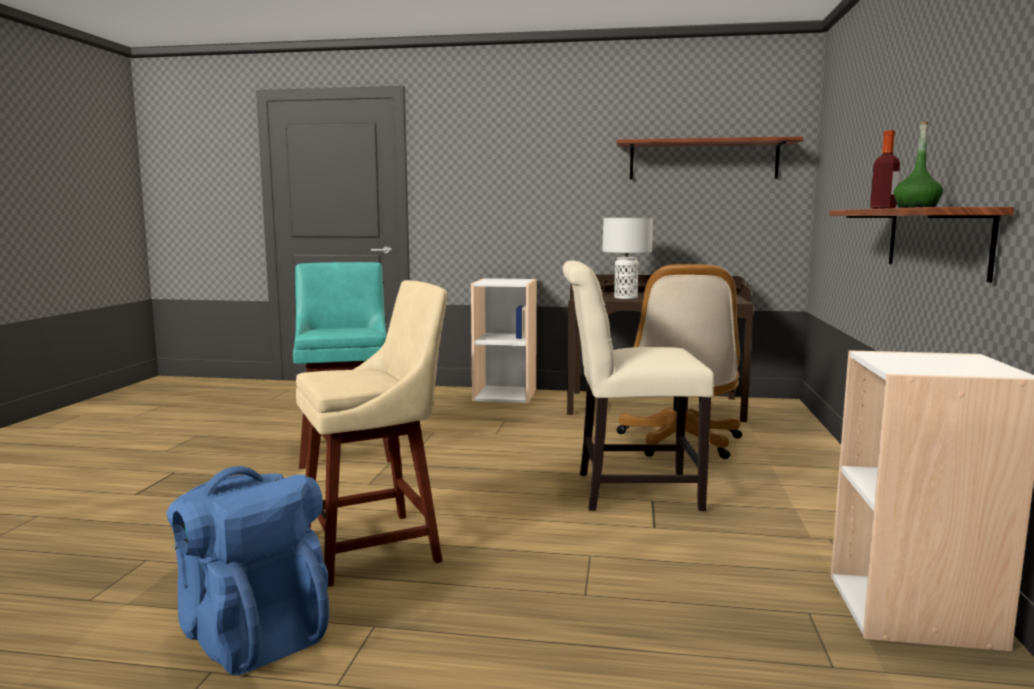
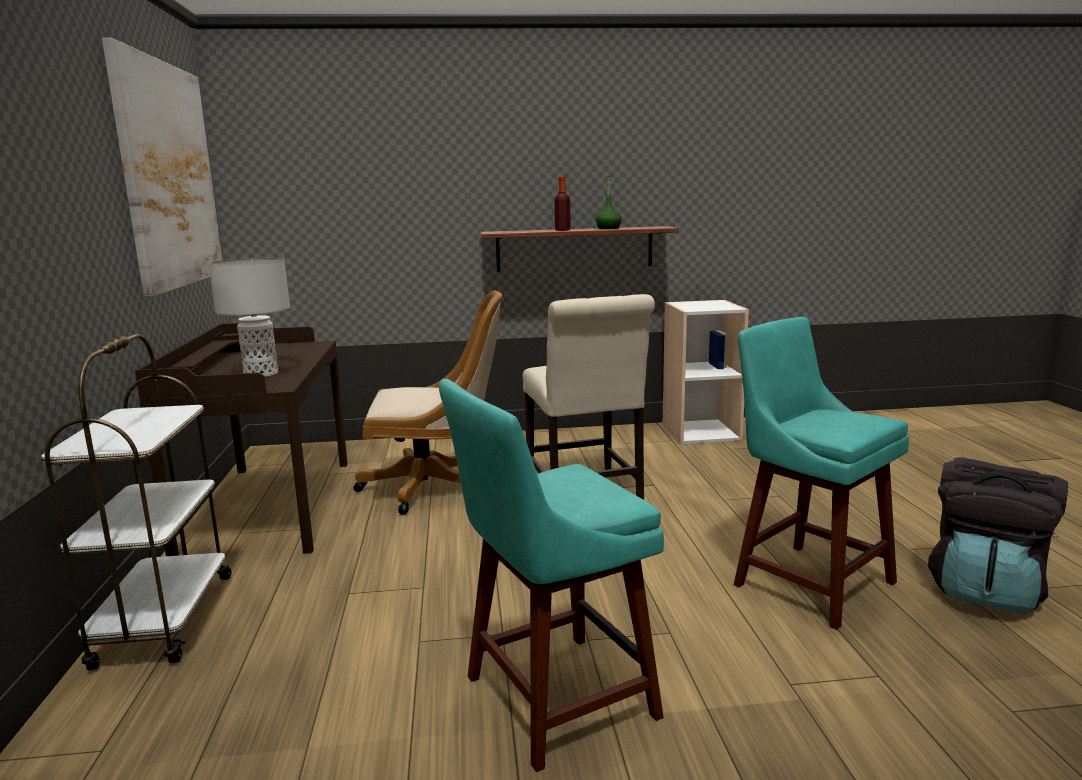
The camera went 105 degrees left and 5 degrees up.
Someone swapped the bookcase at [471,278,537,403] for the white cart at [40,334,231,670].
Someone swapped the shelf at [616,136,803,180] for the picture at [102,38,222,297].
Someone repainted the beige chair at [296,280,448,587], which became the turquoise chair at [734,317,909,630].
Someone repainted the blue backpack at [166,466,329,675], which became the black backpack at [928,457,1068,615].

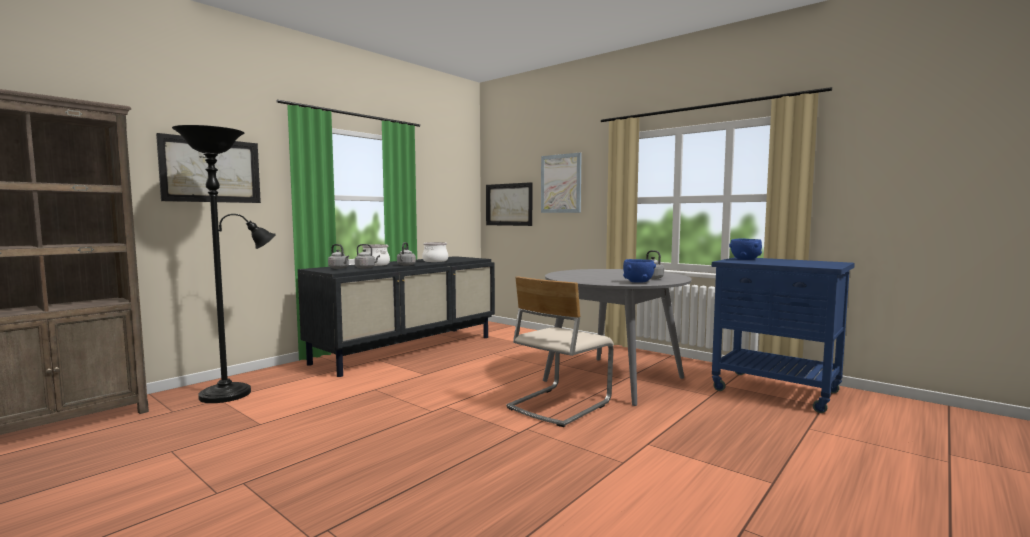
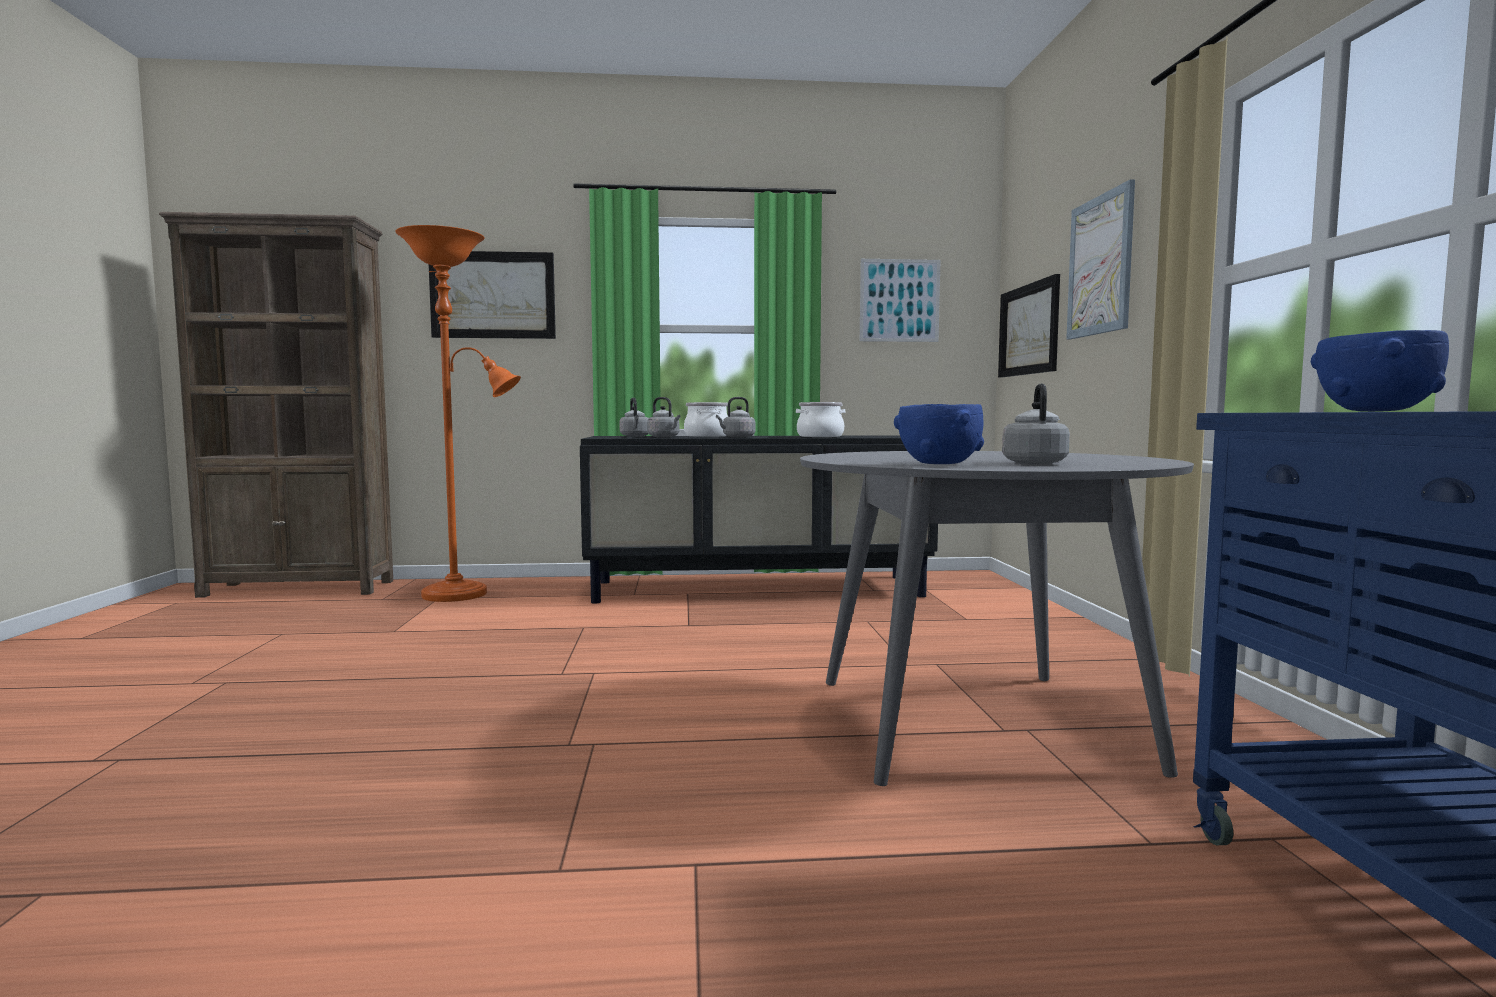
The camera went 45 degrees right and 0 degrees up.
Someone repainted the black floor lamp at [172,125,276,403], which became the orange floor lamp at [395,225,521,602].
Someone put up the picture at [860,259,940,342].
Someone took away the beige chair at [507,276,614,427].

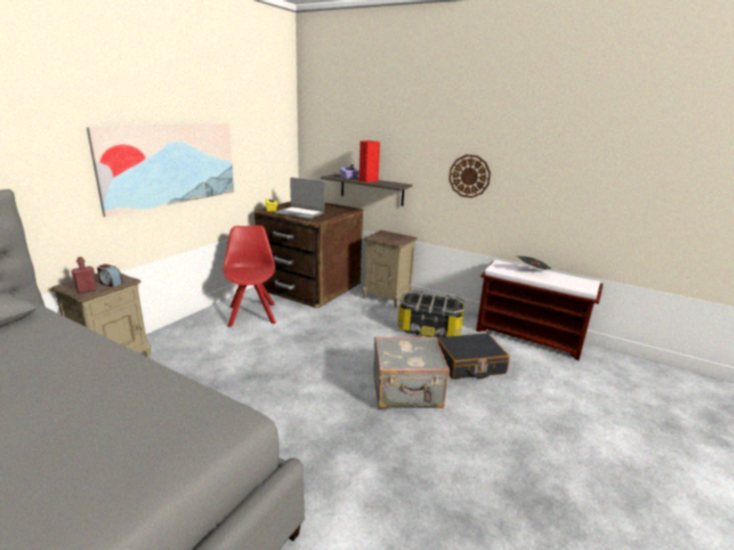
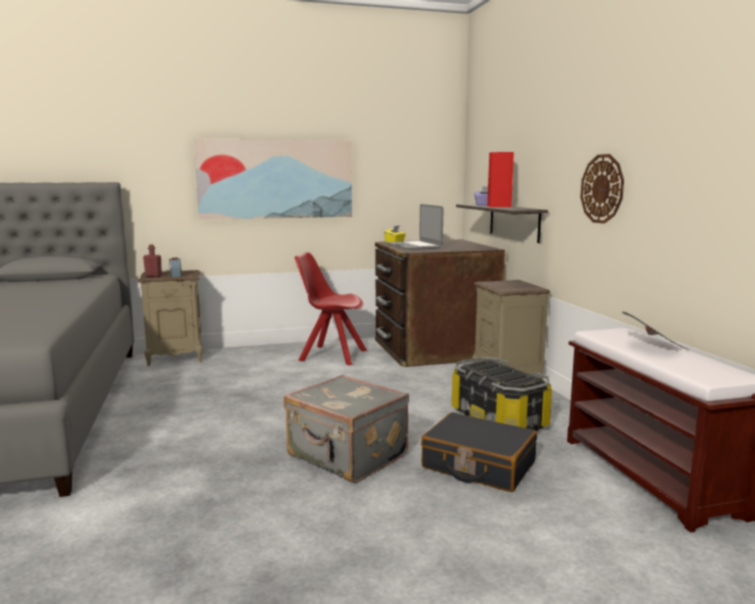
The camera went 45 degrees right and 10 degrees down.
Someone rotated the red chair at [223,225,276,327] by 105 degrees counterclockwise.

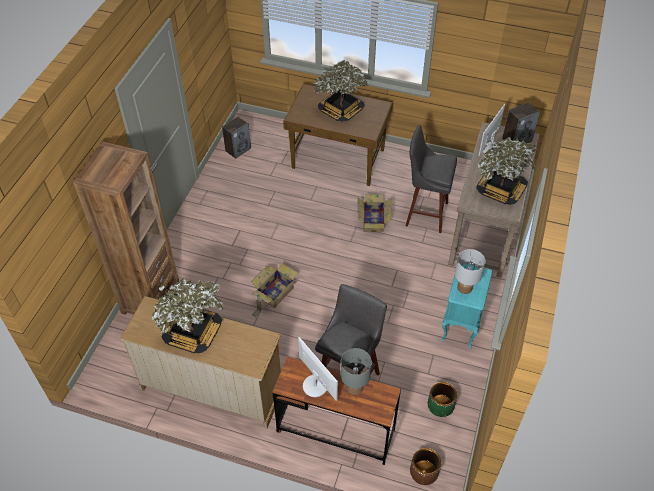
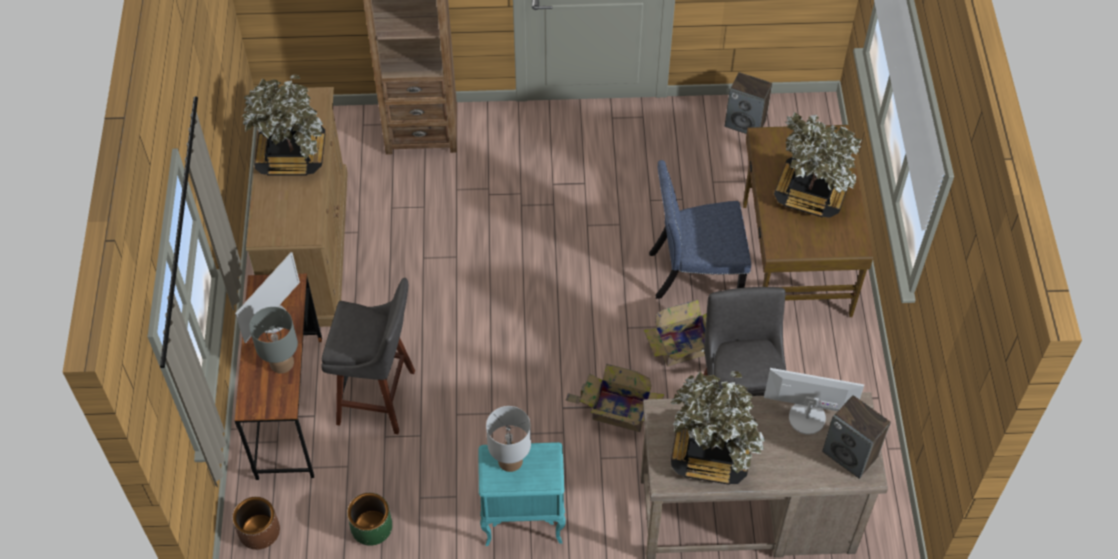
The camera went 70 degrees right and 5 degrees up.
Someone carried the cardboard box from [251,263,298,317] to [565,364,664,432].
Someone put down the blue chair at [649,160,751,299].

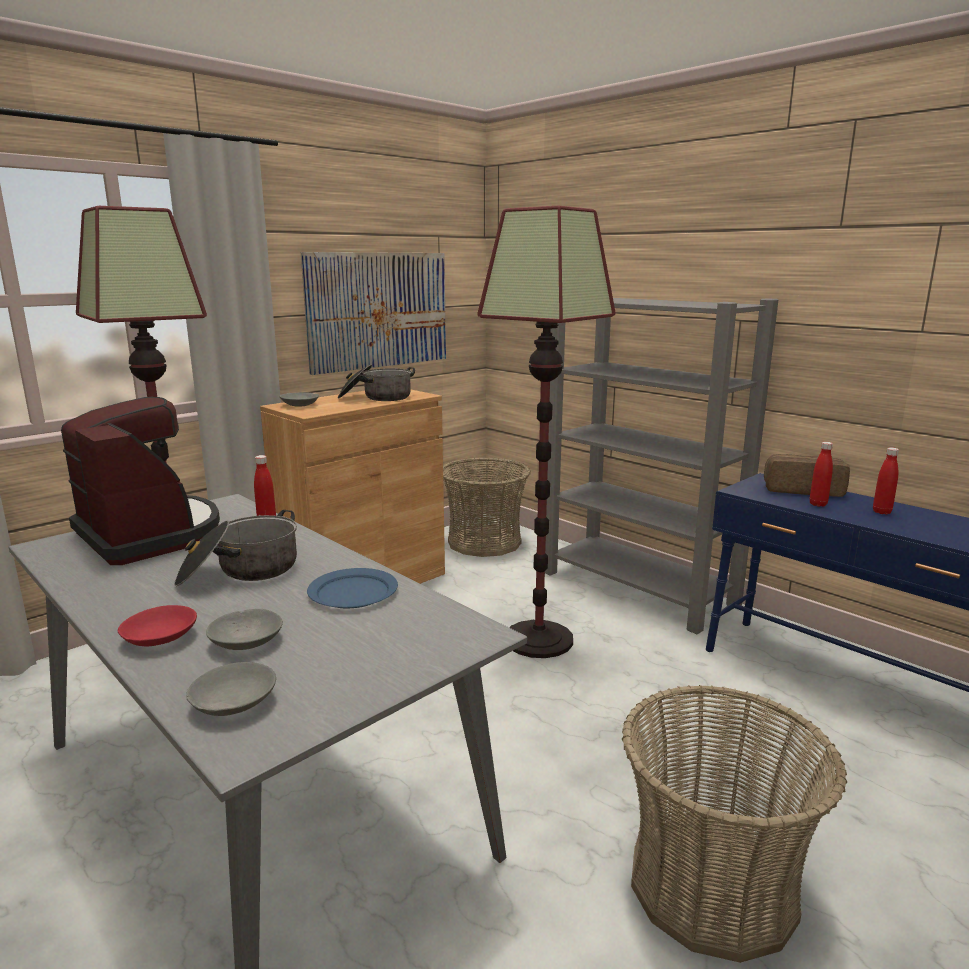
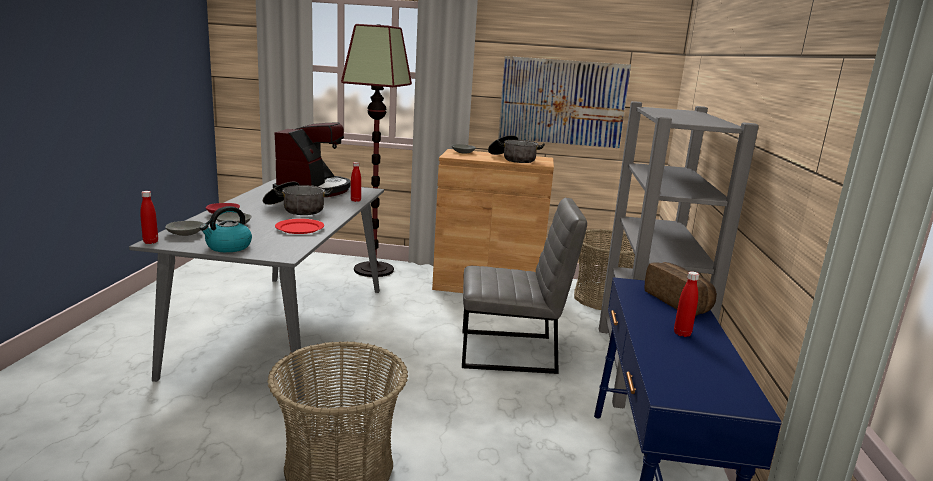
The camera went 50 degrees right and 0 degrees up.
Someone carried the red bottle from [810,442,833,507] to [140,191,158,244].
Someone put down the kettle at [199,206,252,252].
Someone repainted the blue plate at [307,568,398,608], which became the red plate at [275,219,324,234].
Someone swapped the floor lamp at [477,206,616,658] for the grey chair at [462,198,587,374].

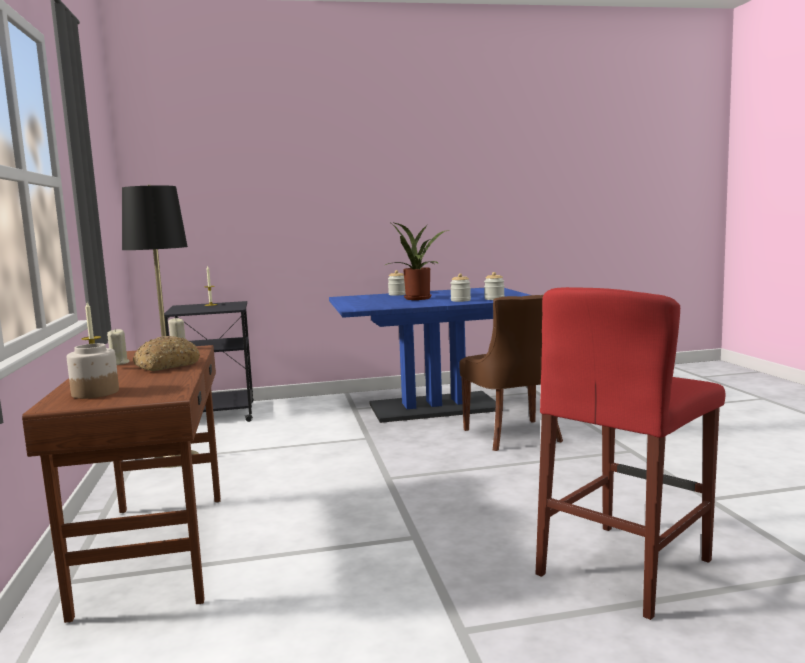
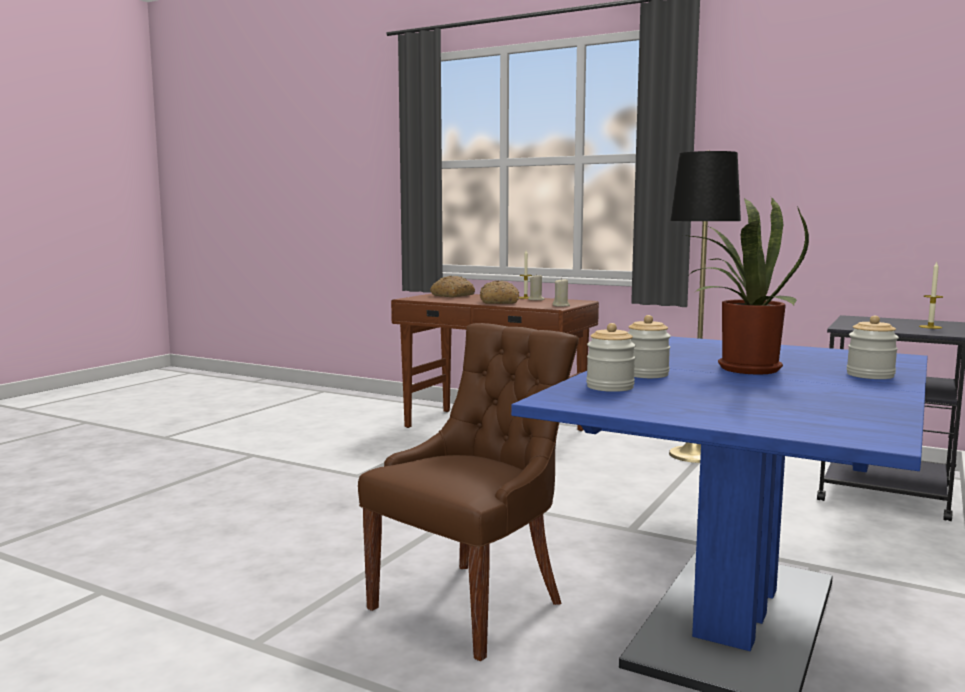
The camera went 130 degrees right and 0 degrees up.
Someone rotated the brown chair at [459,295,563,451] by 105 degrees clockwise.
Someone swapped the jar at [67,343,119,399] for the bread at [430,276,475,297].
Someone took away the red stool at [535,287,725,620].

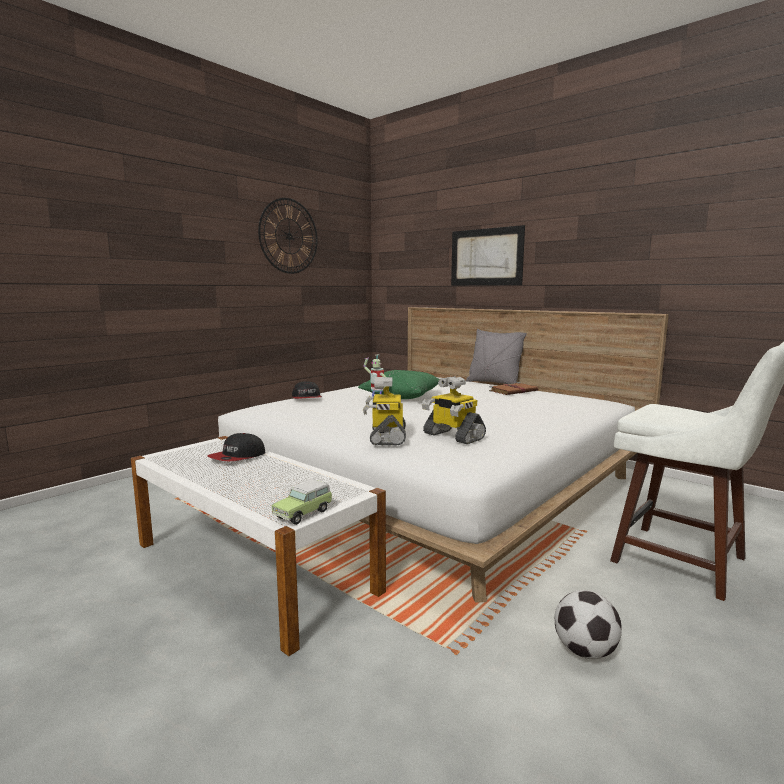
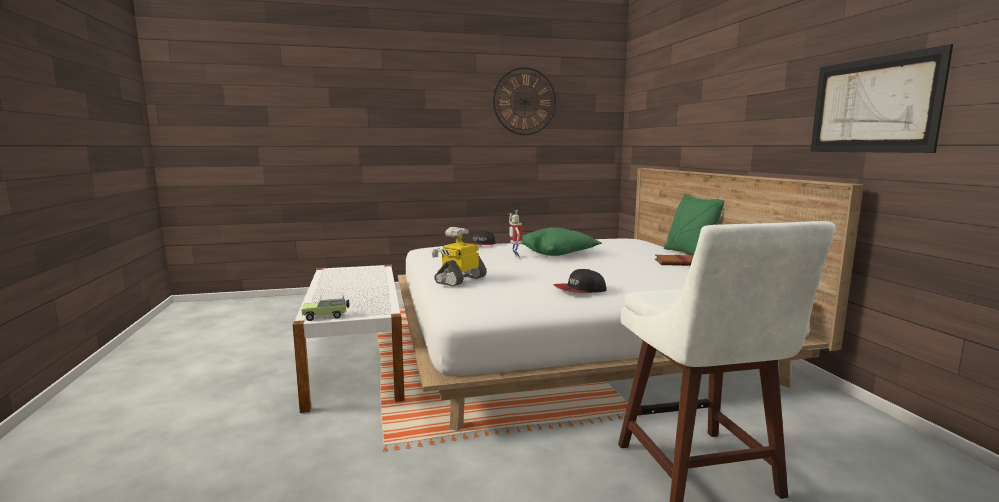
The camera went 35 degrees right and 0 degrees up.
Someone carried the cap from [207,433,266,461] to [554,269,607,293].
Someone repainted the grey pillow at [466,329,527,384], which became the green pillow at [664,193,725,255].
Someone carried the picture from [451,225,525,286] to [810,44,953,153].
Someone took away the toy robot at [422,376,486,444].
Someone took away the football at [554,590,622,659].

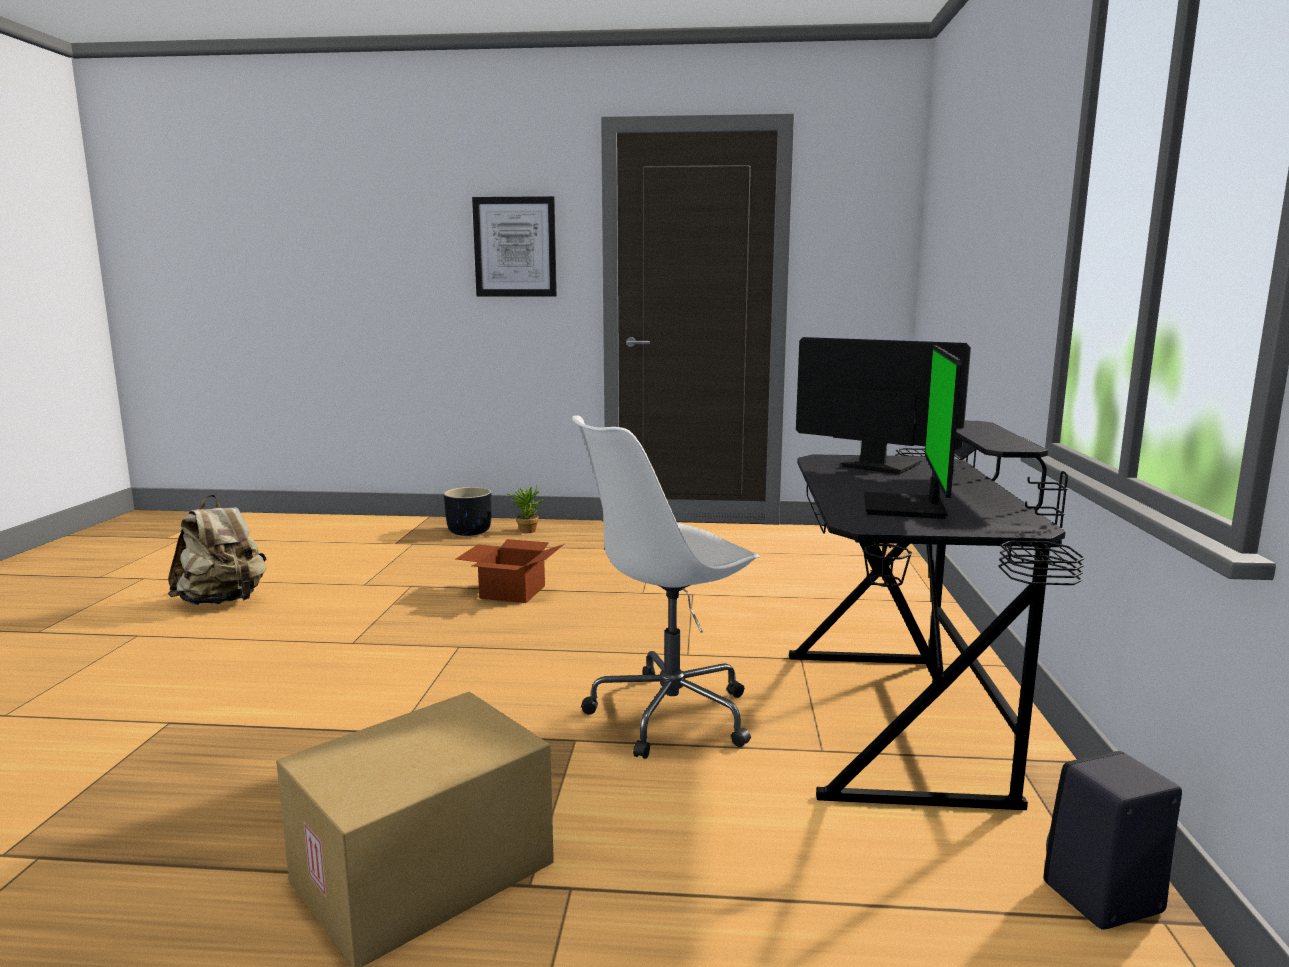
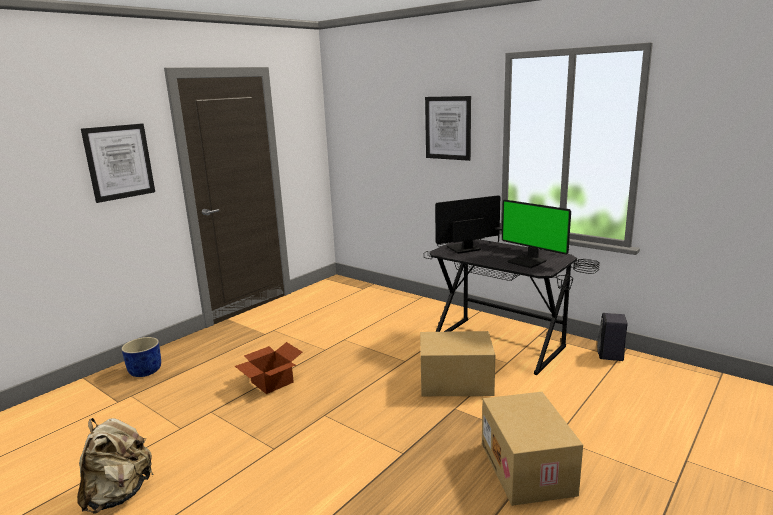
The camera went 55 degrees left and 5 degrees up.
Someone repainted the black planter at [444,487,492,536], which became the blue planter at [121,337,161,377].
Someone swapped the white office chair at [572,415,760,759] for the cardboard box at [420,331,495,396].
Someone put up the picture at [425,96,471,161].
Someone took away the potted plant at [507,485,543,533].

